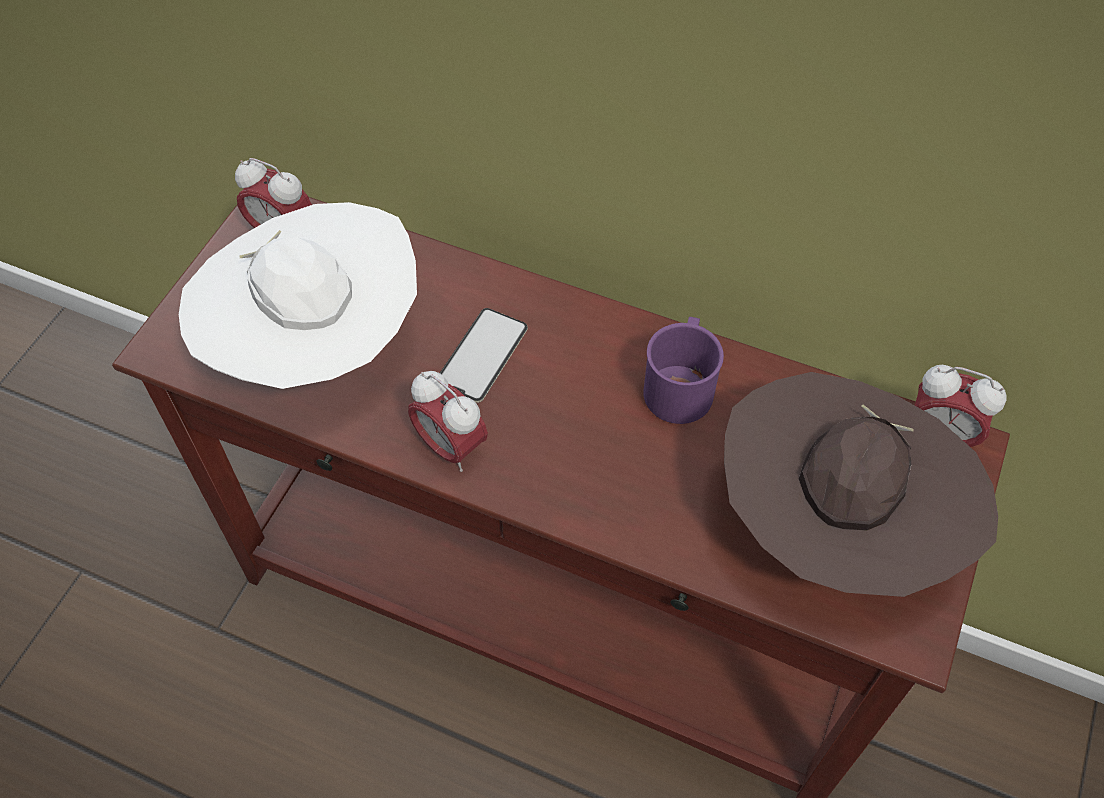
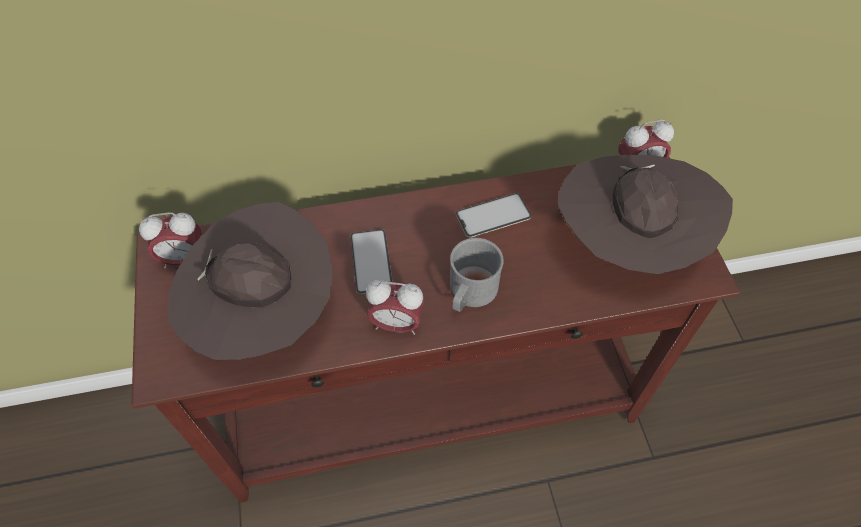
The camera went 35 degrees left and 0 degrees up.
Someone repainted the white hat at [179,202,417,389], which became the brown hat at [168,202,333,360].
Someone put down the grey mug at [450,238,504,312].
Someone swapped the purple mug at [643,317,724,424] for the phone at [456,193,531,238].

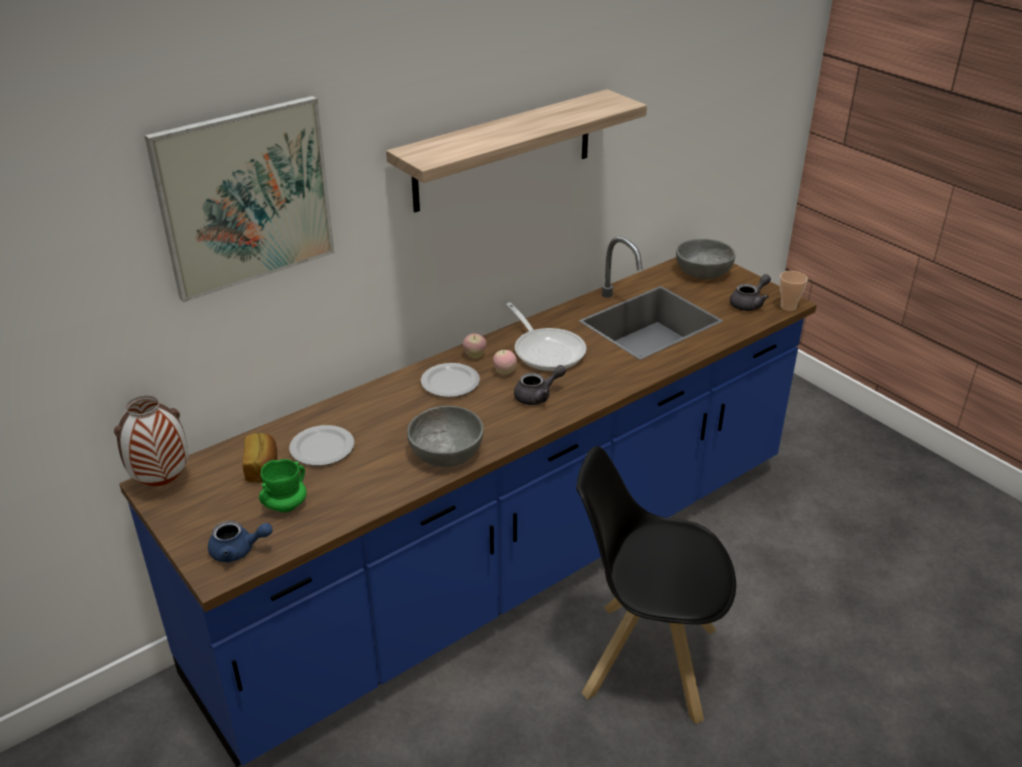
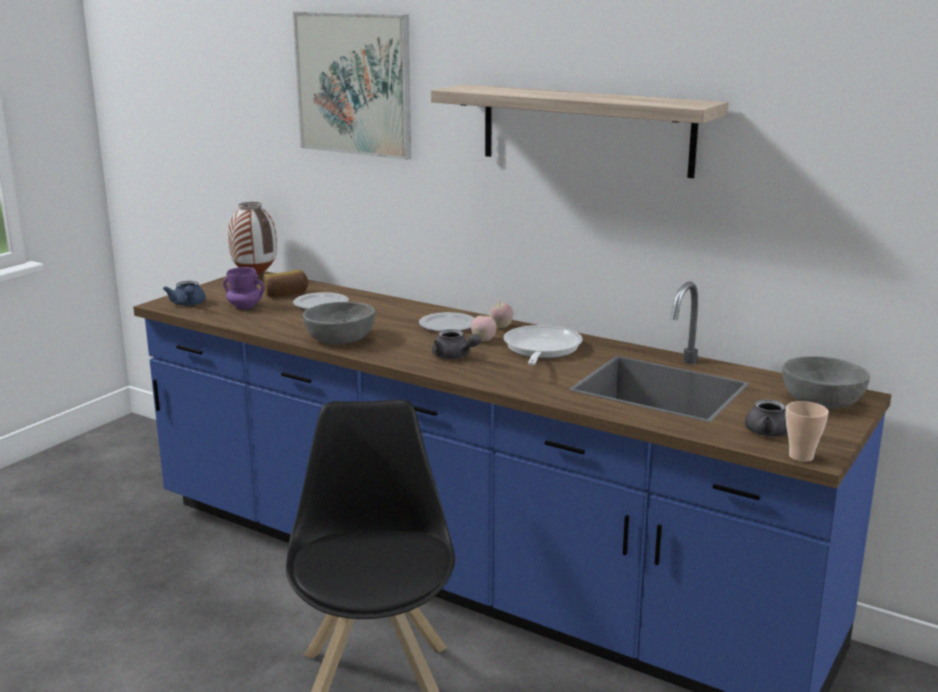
The camera went 70 degrees right and 15 degrees down.
Someone repainted the green mug at [259,459,307,512], which became the purple mug at [223,267,265,309].
Someone rotated the frying pan at [506,302,587,371] by 150 degrees clockwise.

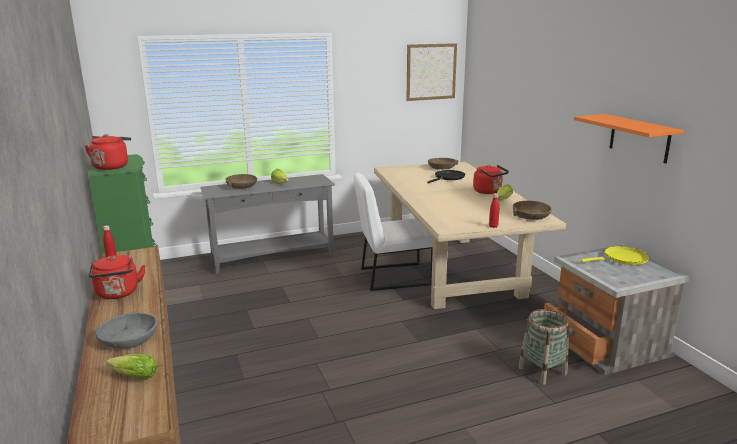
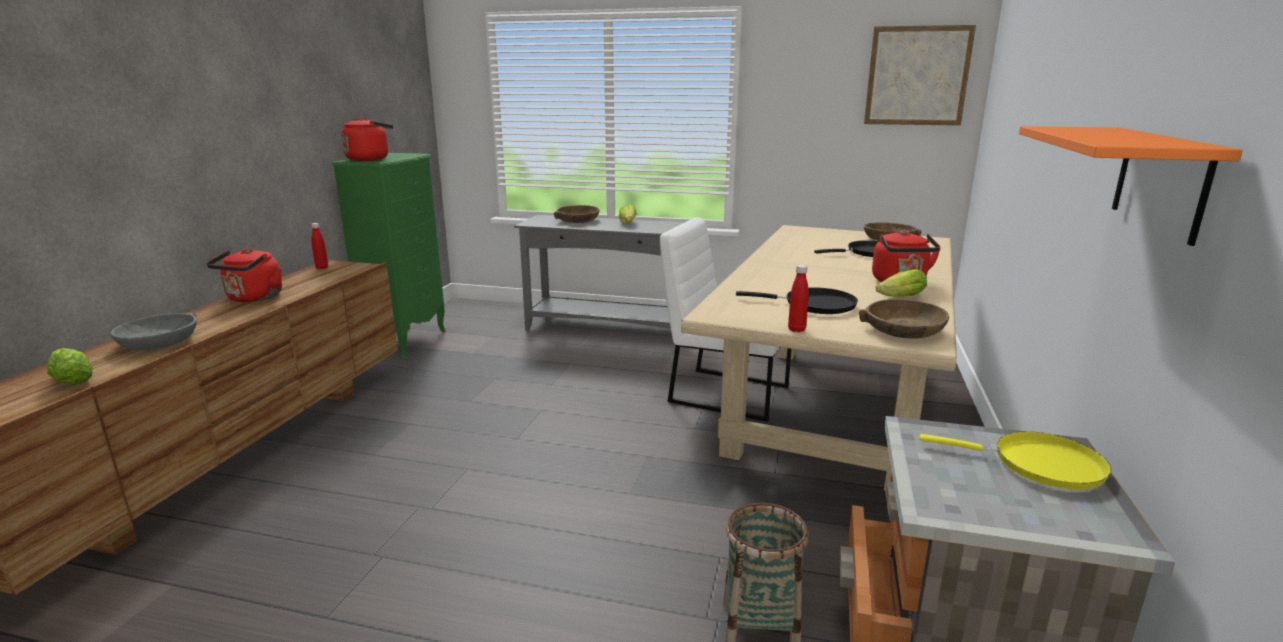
The camera went 35 degrees right and 0 degrees up.
Someone put down the black frying pan at [736,287,858,314].

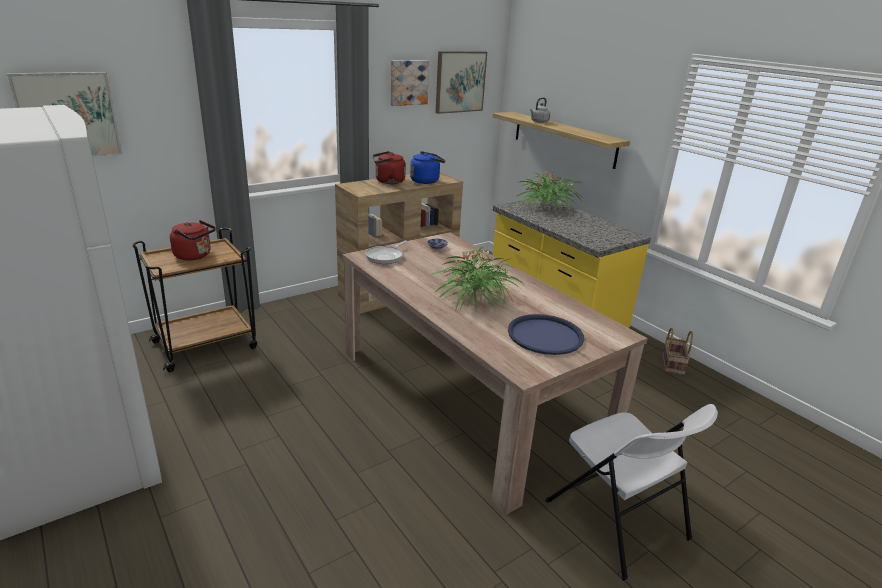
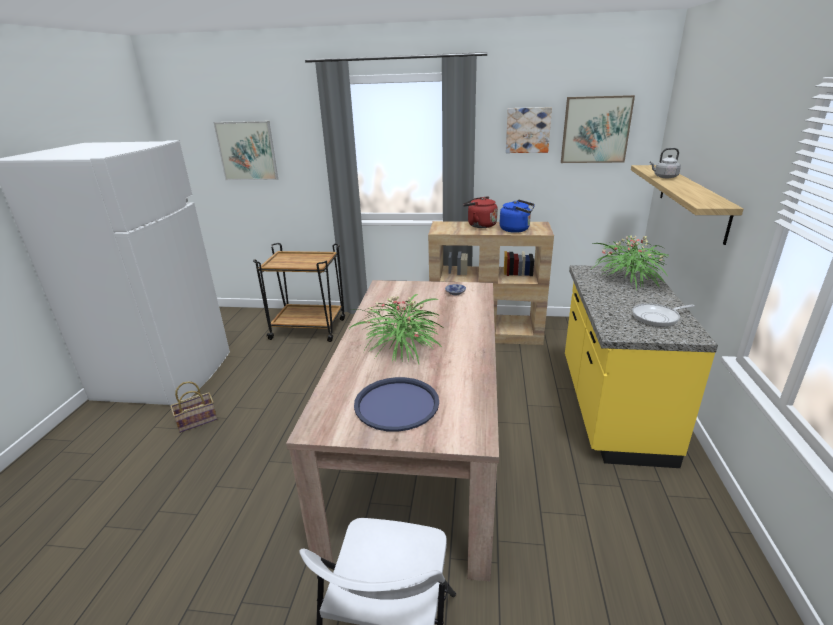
The camera went 45 degrees right and 0 degrees up.
Someone carried the basket from [662,328,693,375] to [170,381,217,433].
Someone carried the frying pan from [365,240,407,264] to [632,303,695,327].
Someone took away the red kettle at [170,220,216,260].

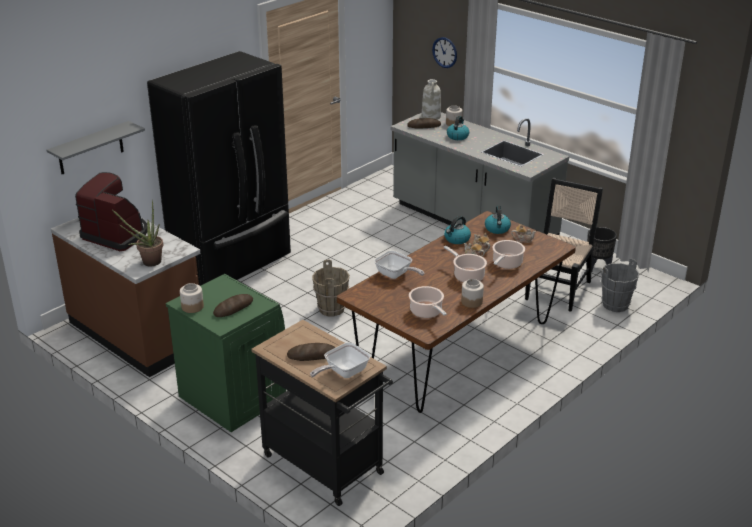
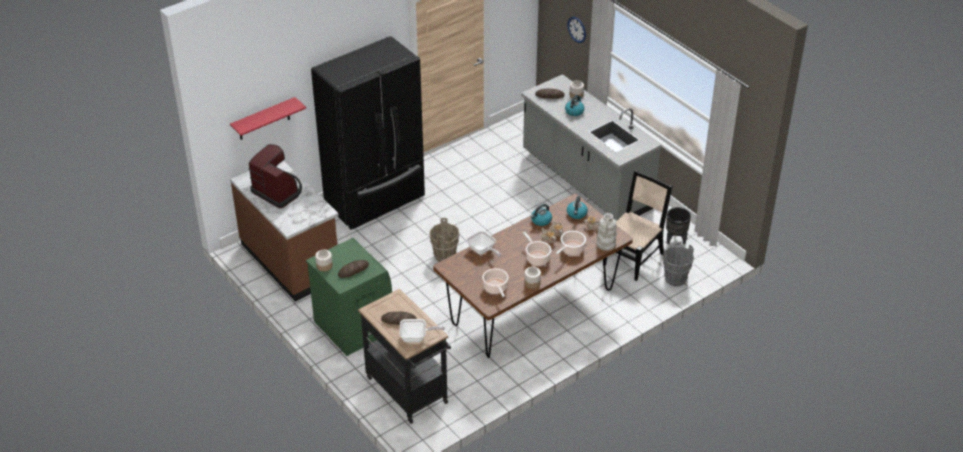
The camera went 10 degrees right and 10 degrees up.
Someone repainted the grey shelf at [47,121,145,175], which became the red shelf at [230,97,306,140].
Someone rotated the frying pan at [310,342,370,378] by 150 degrees counterclockwise.
Someone carried the white vase from [422,79,441,120] to [597,213,616,251].
Someone took away the potted plant at [112,200,163,266].

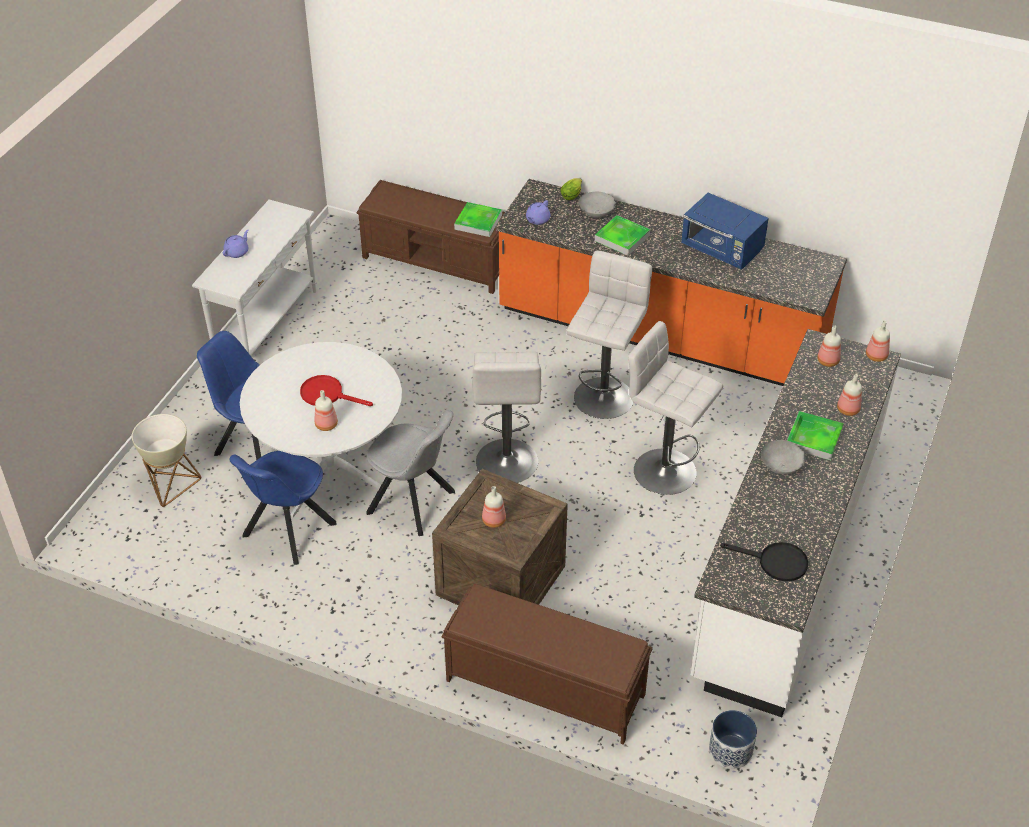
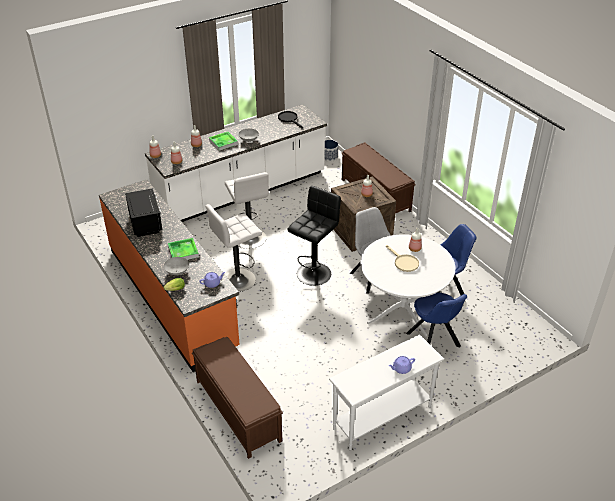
The camera went 145 degrees left and 5 degrees down.
Someone repainted the blue microwave at [681,193,769,270], which became the black microwave at [125,188,163,237].
Someone repainted the white stool at [473,352,541,483], which became the black stool at [287,186,341,286].
Someone repainted the red frying pan at [300,375,373,406], which became the beige frying pan at [386,245,419,272].
Someone took away the planter at [132,414,202,507].
Someone took away the tray at [454,202,502,237].

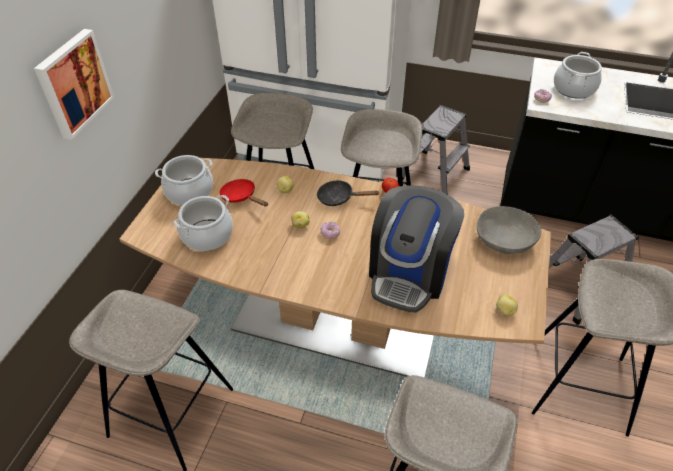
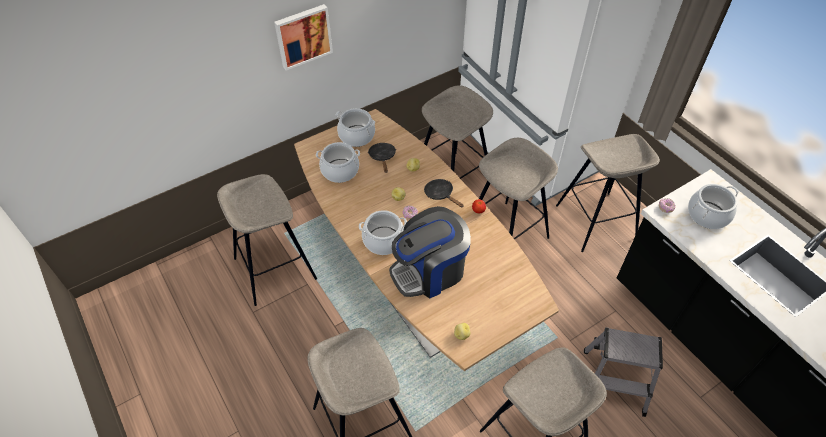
The camera went 40 degrees right and 5 degrees up.
Someone put down the cooking pot at [359,210,407,255].
Someone repainted the red frying pan at [219,179,268,207], which became the black frying pan at [368,143,396,173].
Someone swapped the grey step ladder at [402,105,470,195] for the grey stool at [556,134,660,252].
Someone took away the grey bowl at [477,206,541,254].

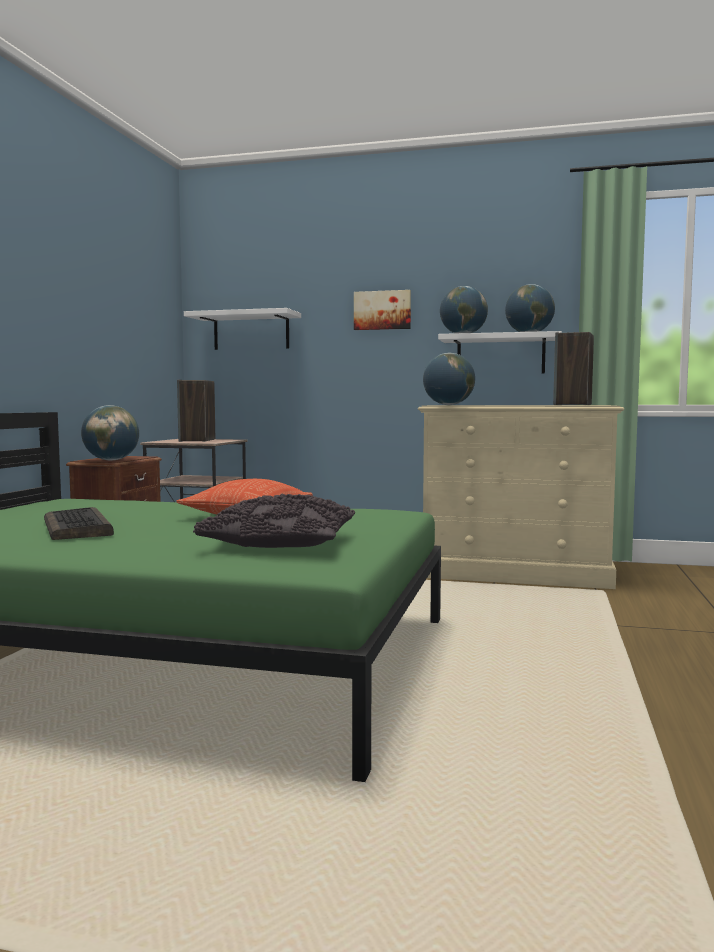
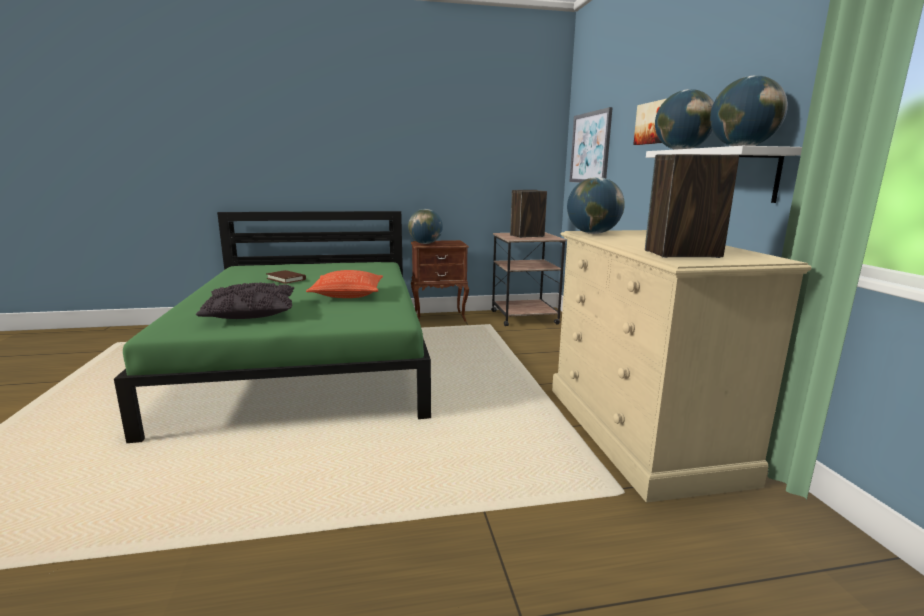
The camera went 65 degrees right and 10 degrees up.
Someone swapped the keyboard at [44,507,114,540] for the brown book at [266,270,306,284].
Someone swapped the white shelf at [184,308,301,350] for the picture at [569,107,613,183].

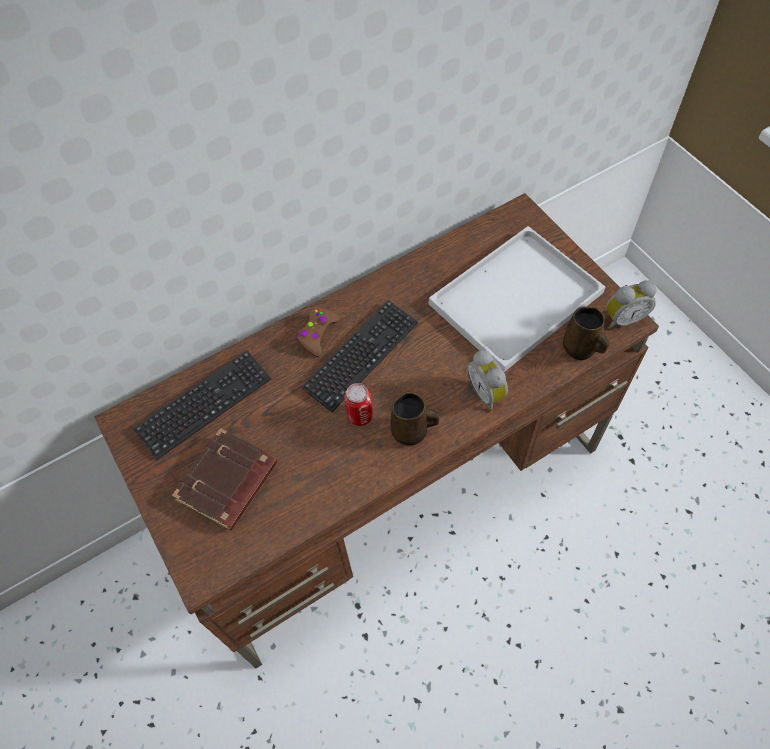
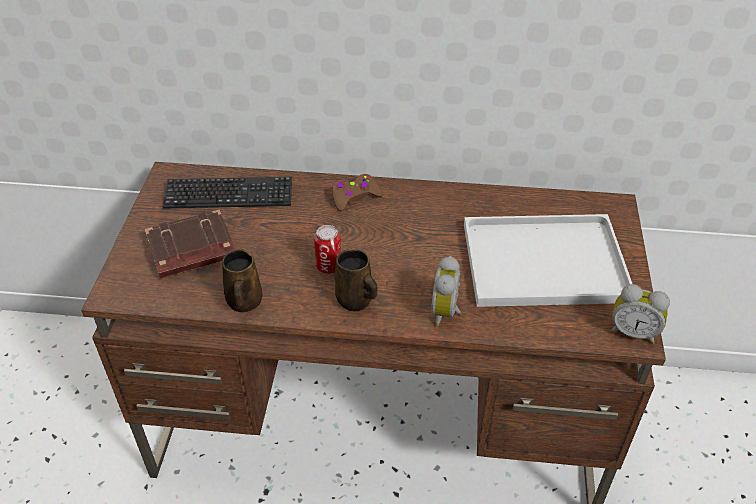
The camera went 35 degrees right and 15 degrees down.
Someone carried the brown mug from [563,306,609,360] to [222,249,263,312].
Someone took away the keyboard at [301,300,418,412].

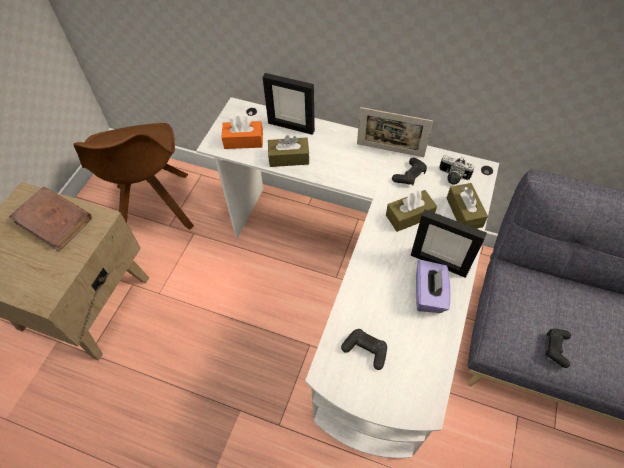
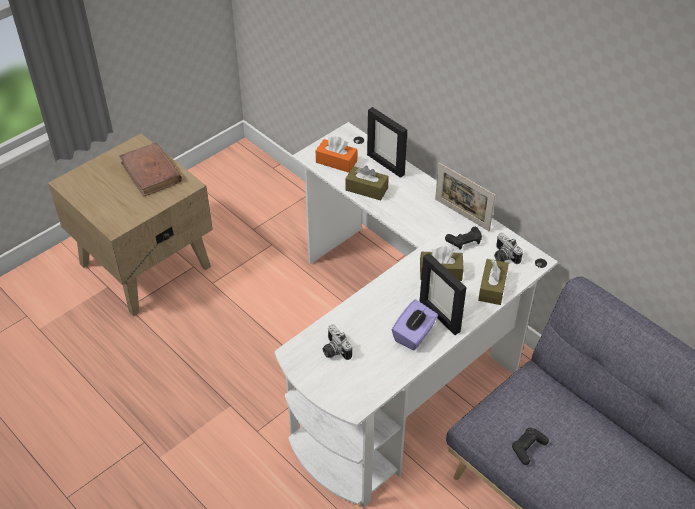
The camera went 25 degrees right and 10 degrees down.
Someone swapped the black game controller at [341,329,387,370] for the photo camera at [323,324,352,360].
Someone took away the brown chair at [73,123,194,230].

